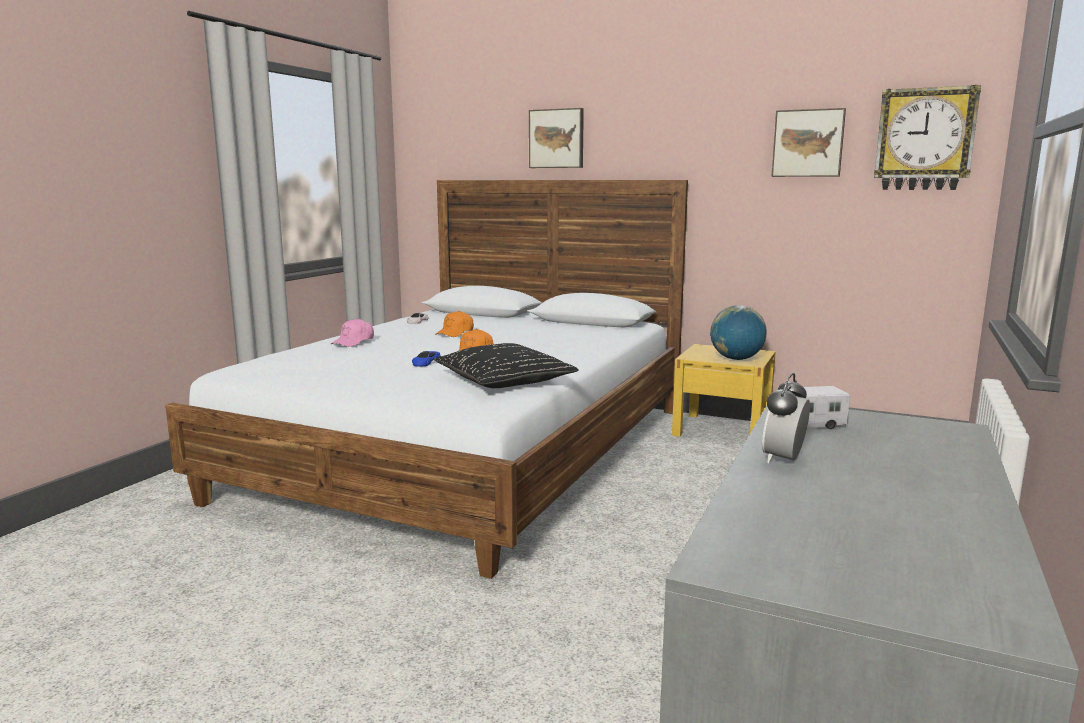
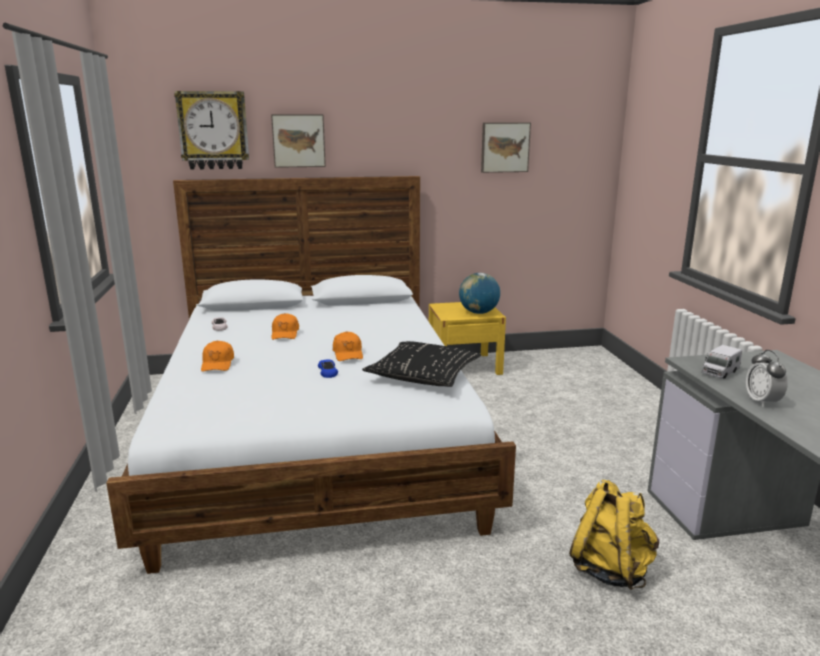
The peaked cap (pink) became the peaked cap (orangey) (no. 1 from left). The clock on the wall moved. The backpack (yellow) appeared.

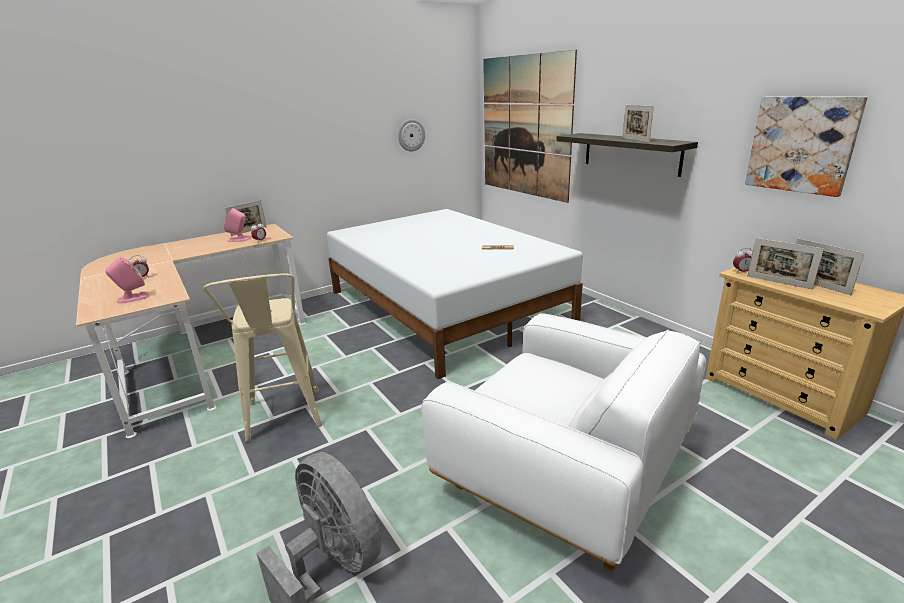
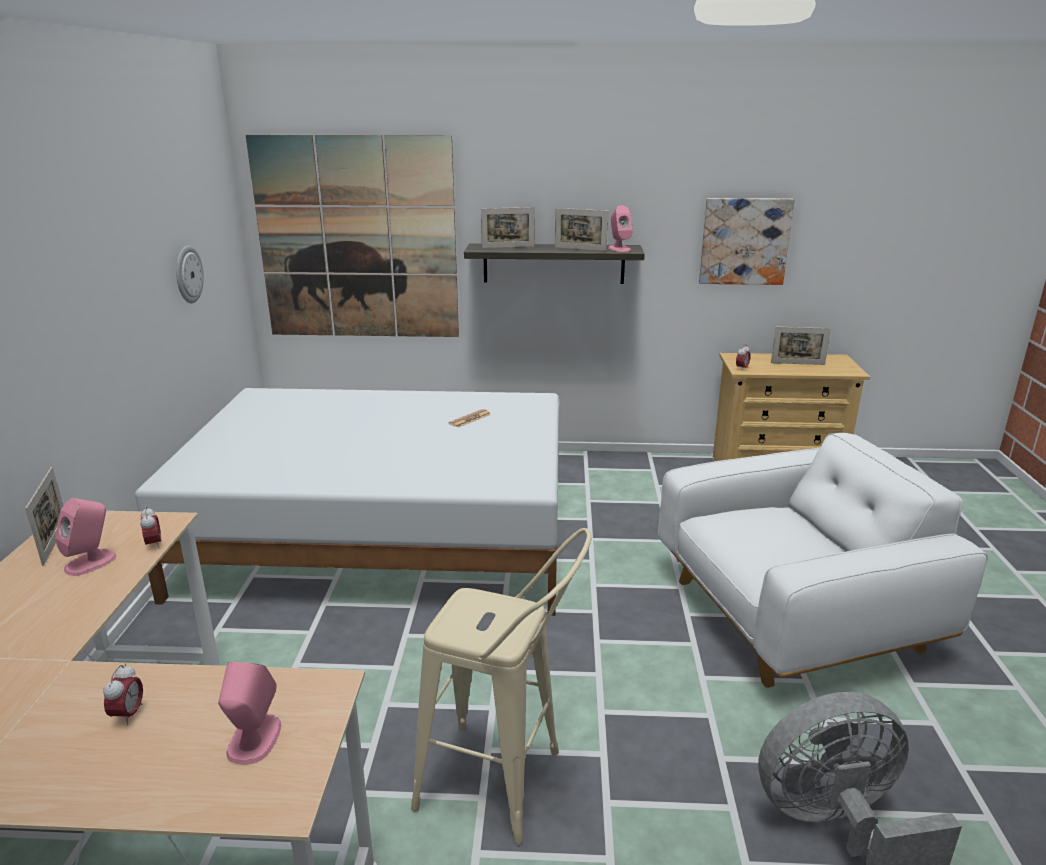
The picture frame (no. 3 from left in the first image) moved. The audio speaker (pink) (no. 3 from left) appeared.

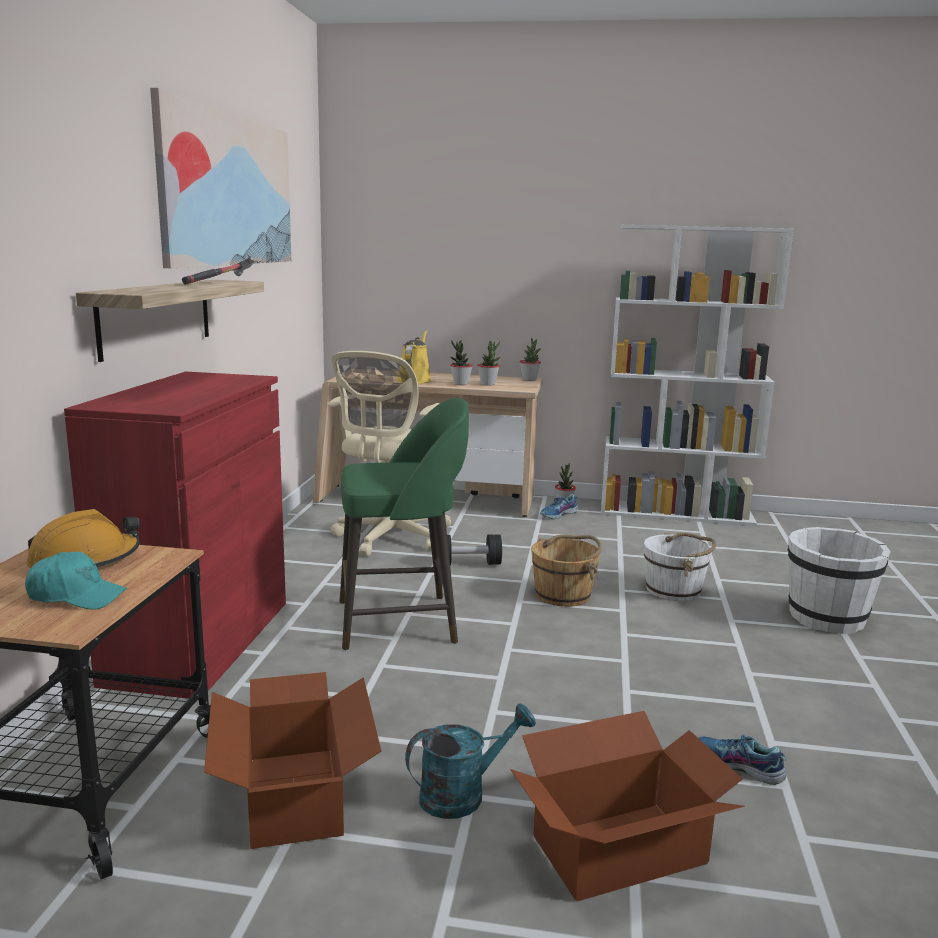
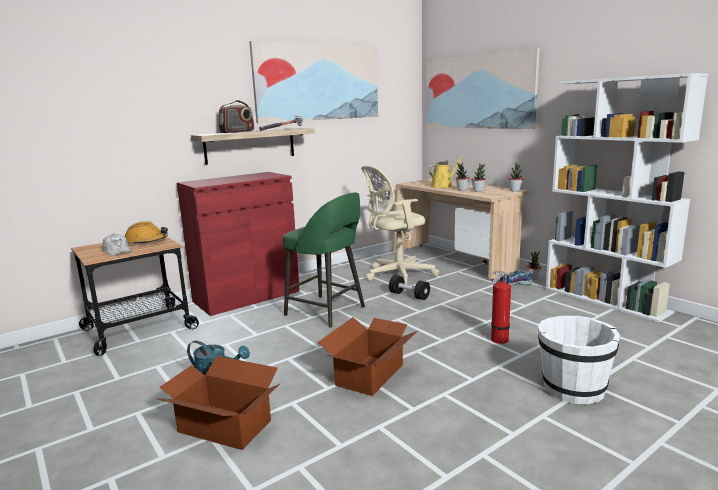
The peaked cap (turquoise-coloured) became the peaked cap (white). The cardboard box (no. 1 from left in the first image) moved. The bucket (brown) disappeared. The bucket (white) (no. 1 from left) was replaced by the fire-fighting cylinder. The low shoe (no. 2 from left) disappeared. The radio receiver appeared. The picture (no. 2 from left) appeared.

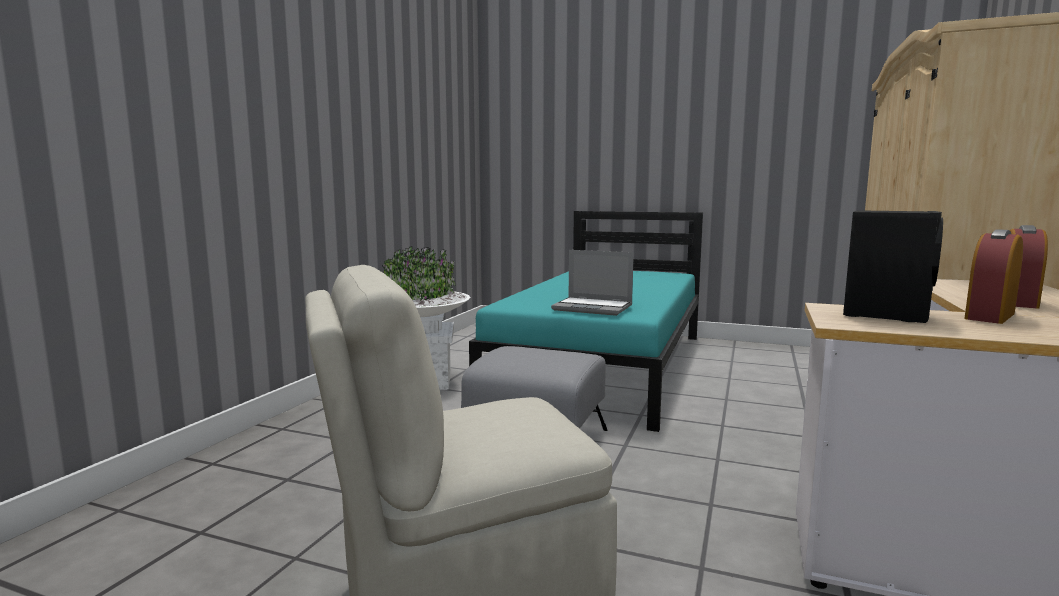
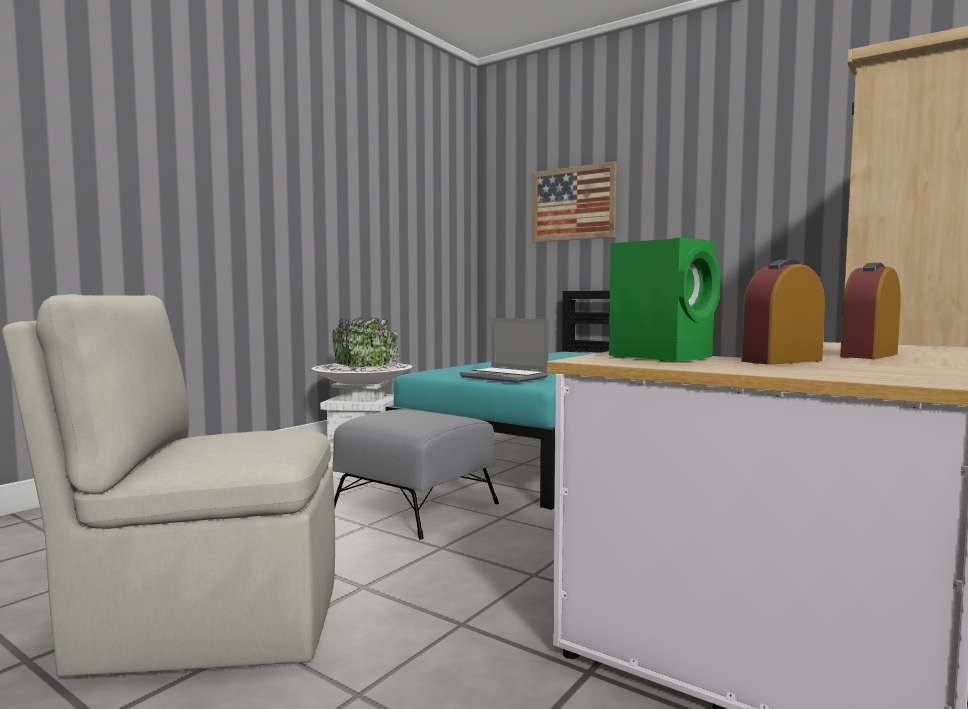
The audio speaker (black-coloured) became the audio speaker (green). The picture appeared.

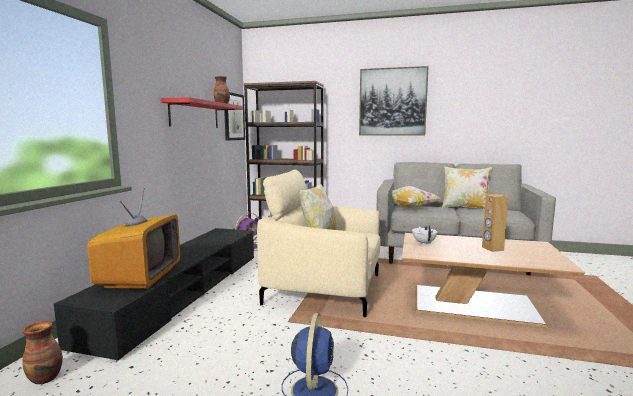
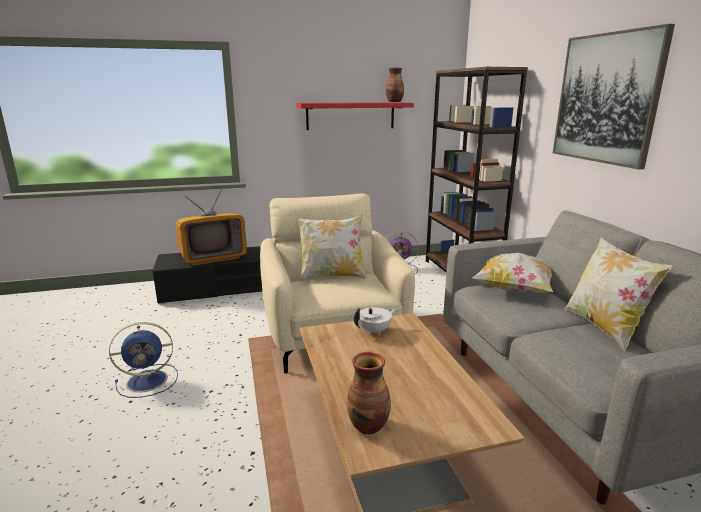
The decorative vase (no. 1 from left) moved. The picture (no. 1 from left) disappeared. The audio speaker (brown) disappeared.

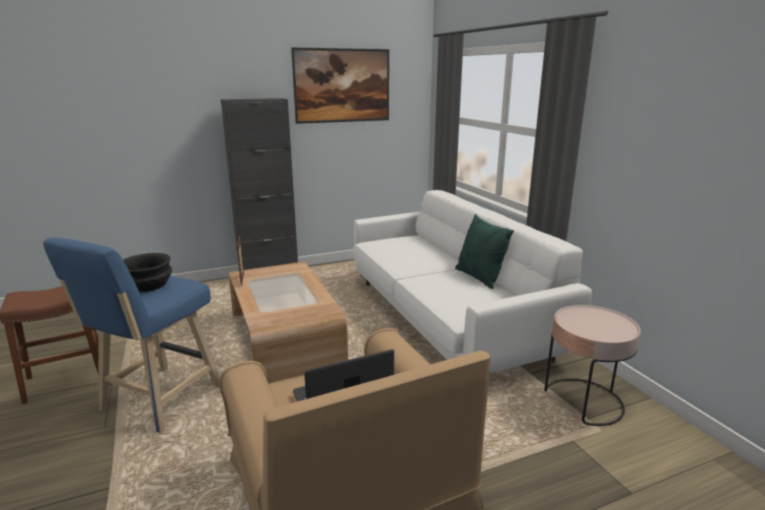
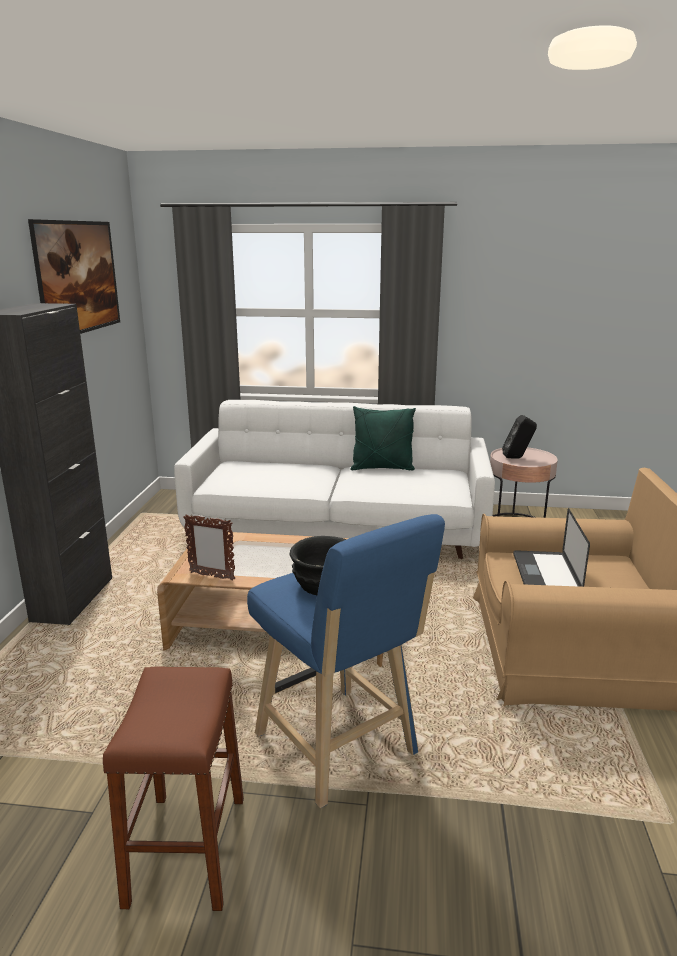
The audio speaker (black-coloured) appeared.

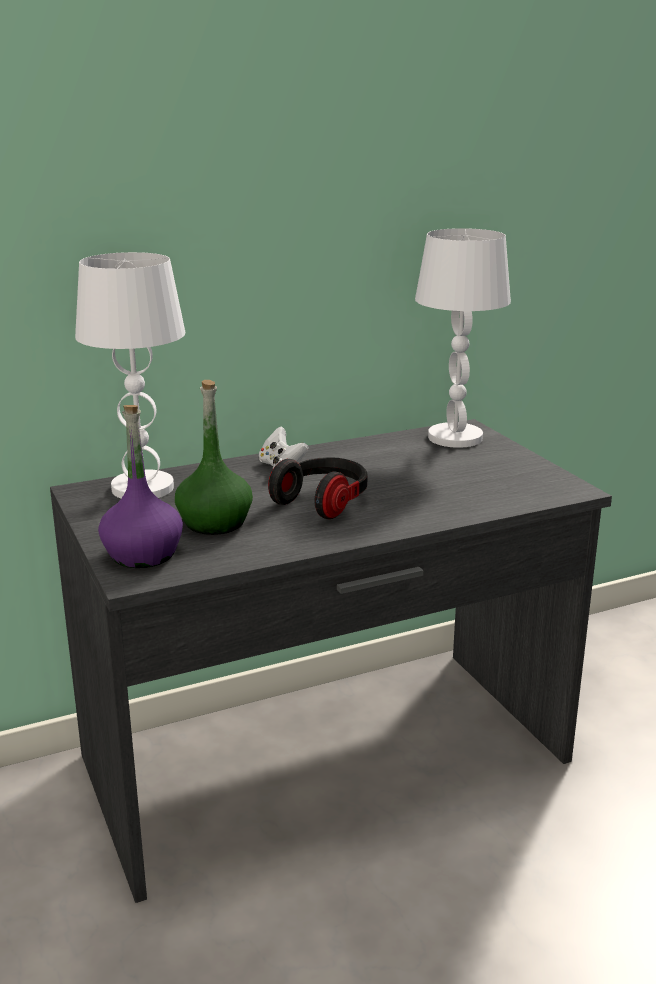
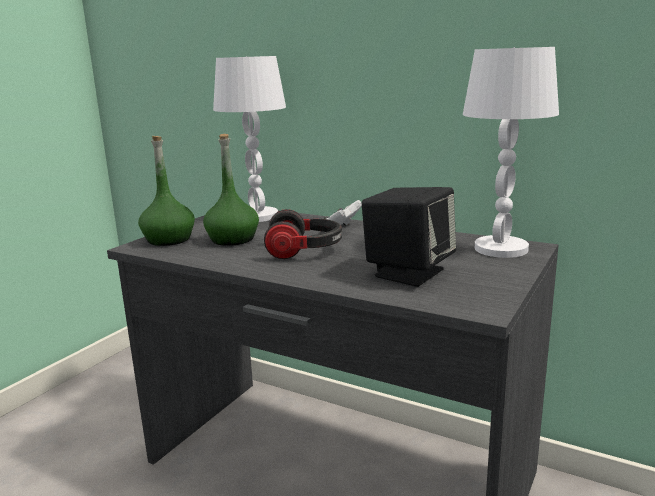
The bottle (purple-coloured) became the bottle (green) (no. 1 from left). The audio speaker (black-coloured) appeared.

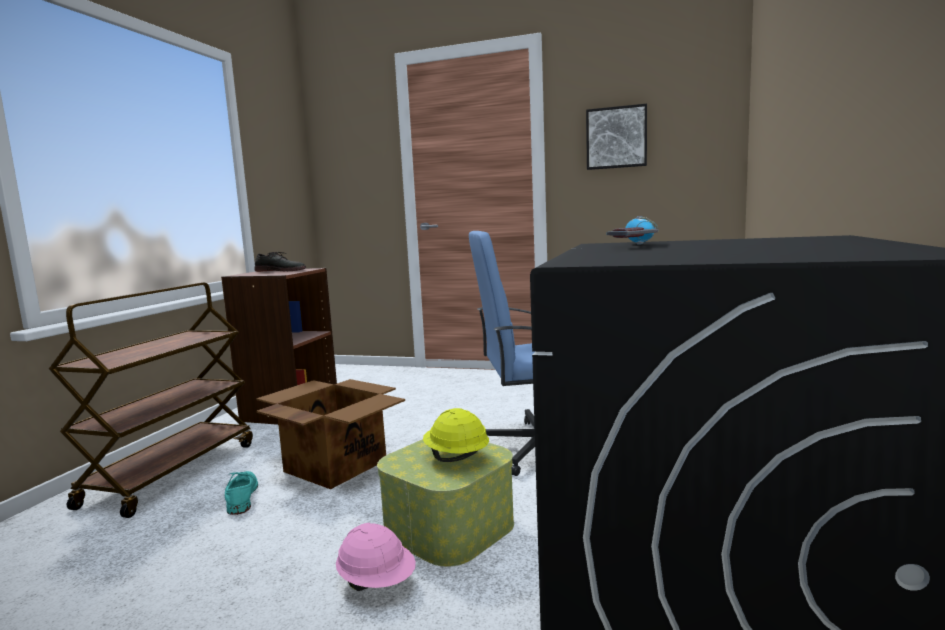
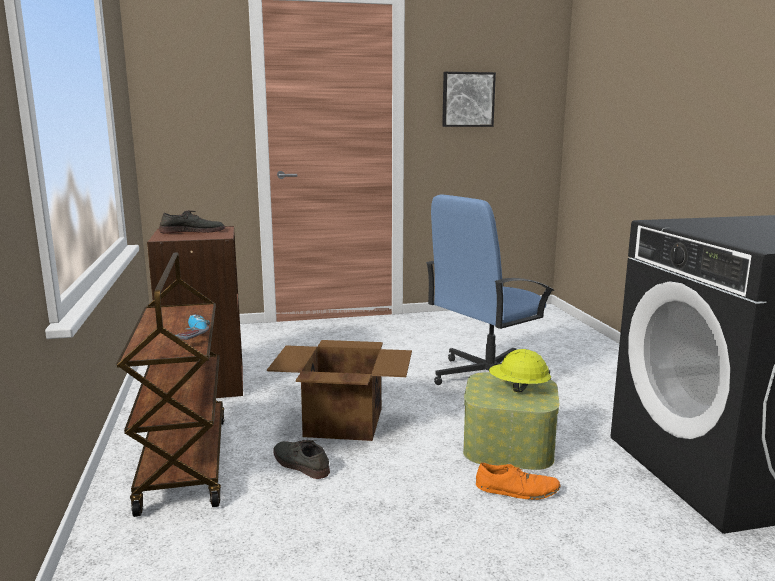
The low shoe (turquoise-coloured) became the low shoe (grey) (no. 2 from left). The safety helmet (pink) was replaced by the low shoe (orangey). The drill moved.

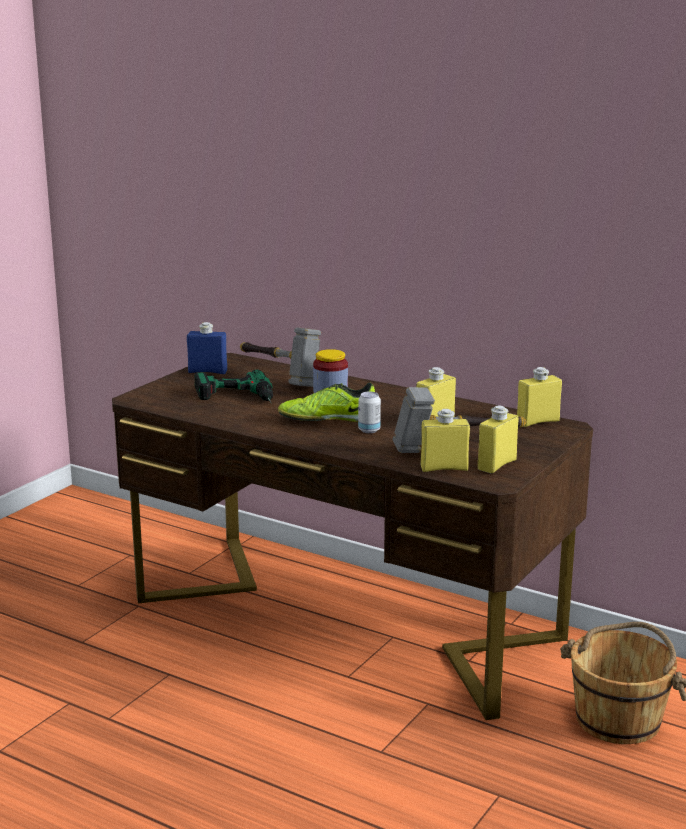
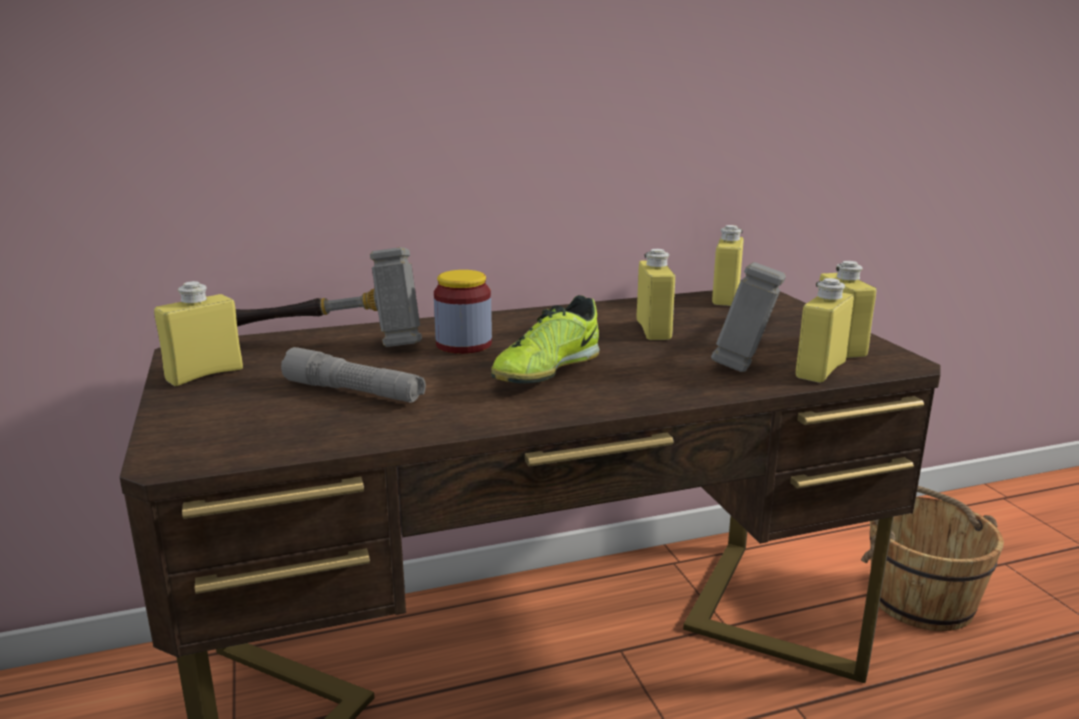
The bottle (blue-coloured) became the bottle (yellow) (no. 1 from left). The drill was replaced by the hand torch (grey). The metal can disappeared.

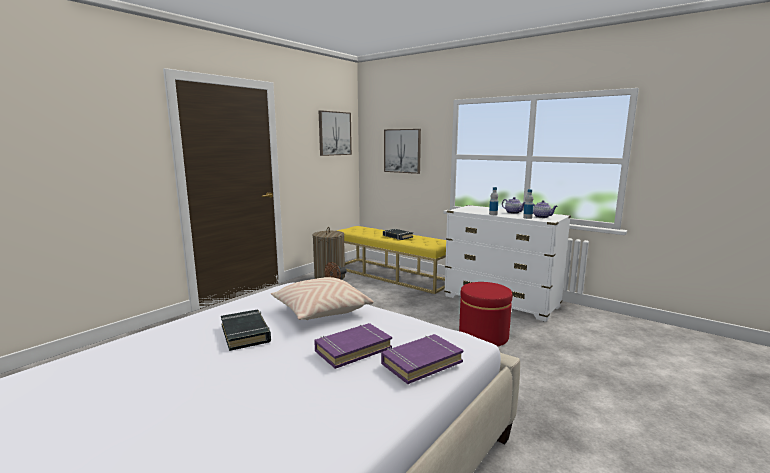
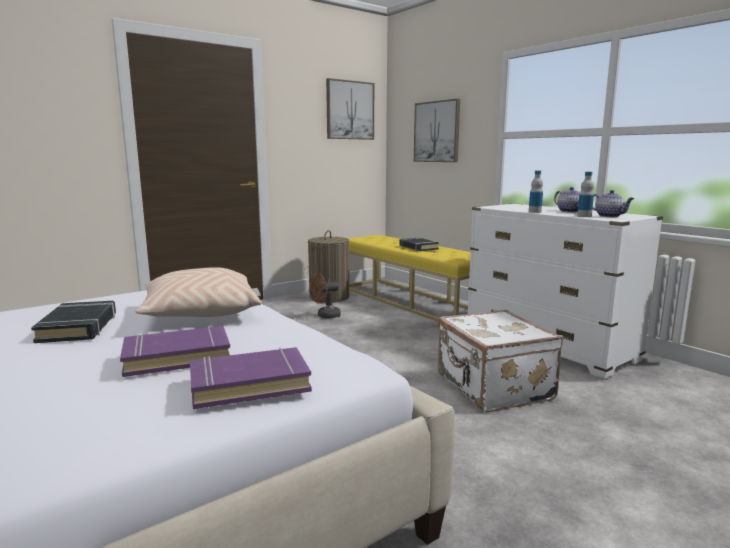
The footrest (red) was replaced by the piece of luggage (white).

